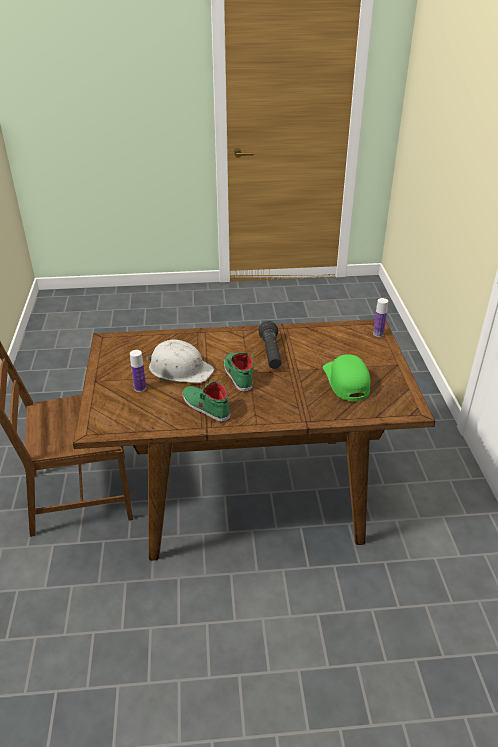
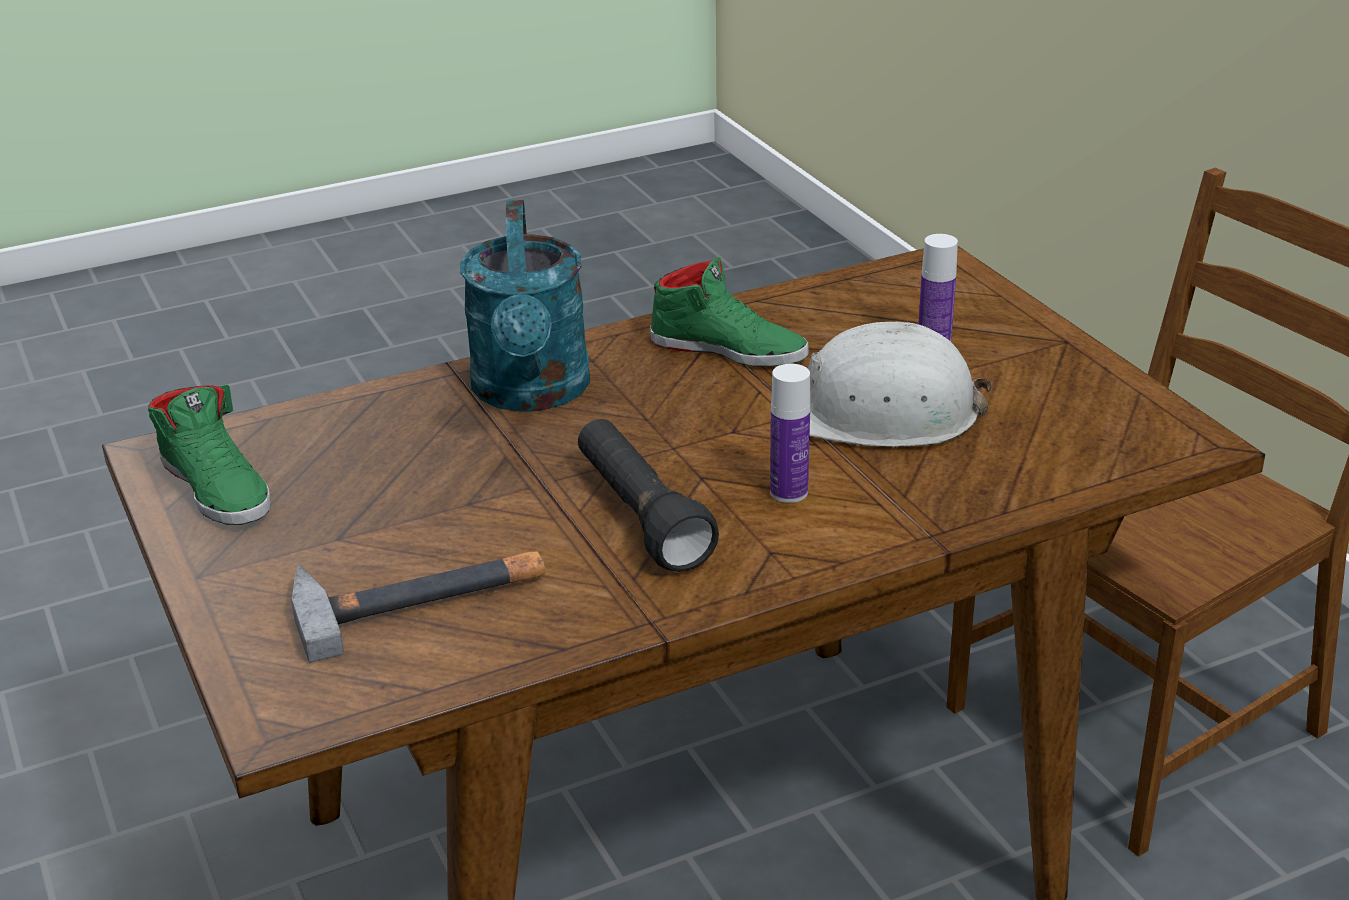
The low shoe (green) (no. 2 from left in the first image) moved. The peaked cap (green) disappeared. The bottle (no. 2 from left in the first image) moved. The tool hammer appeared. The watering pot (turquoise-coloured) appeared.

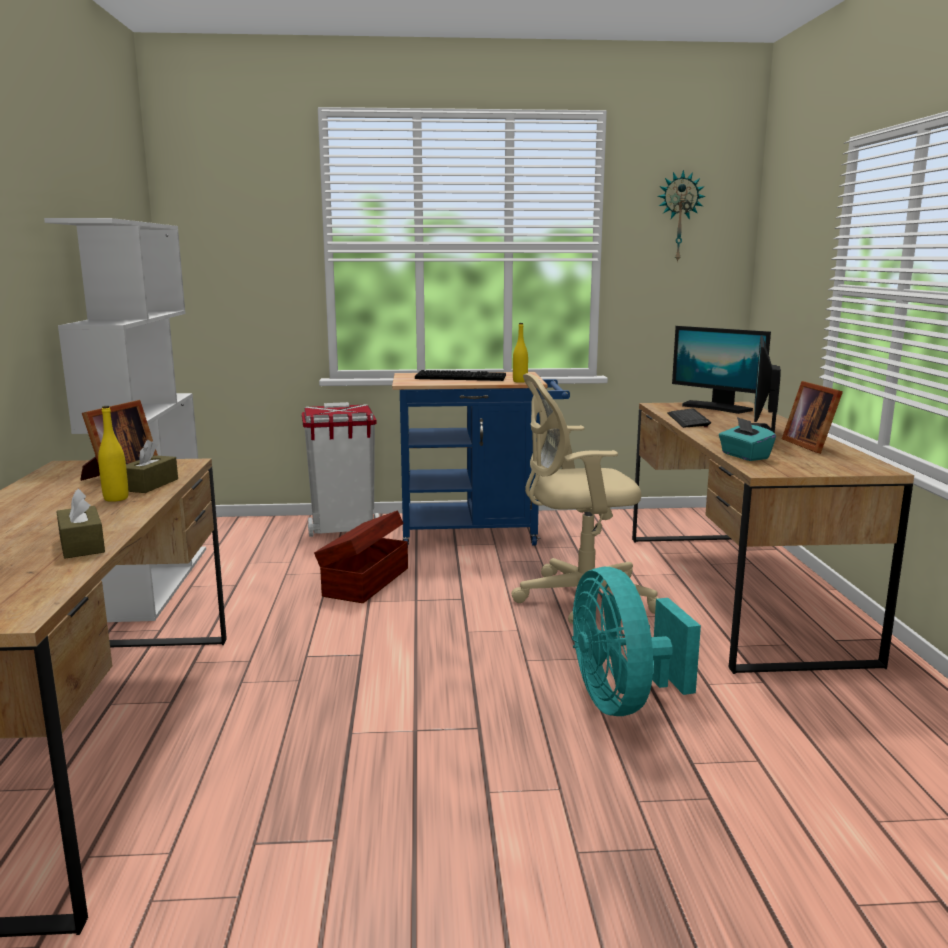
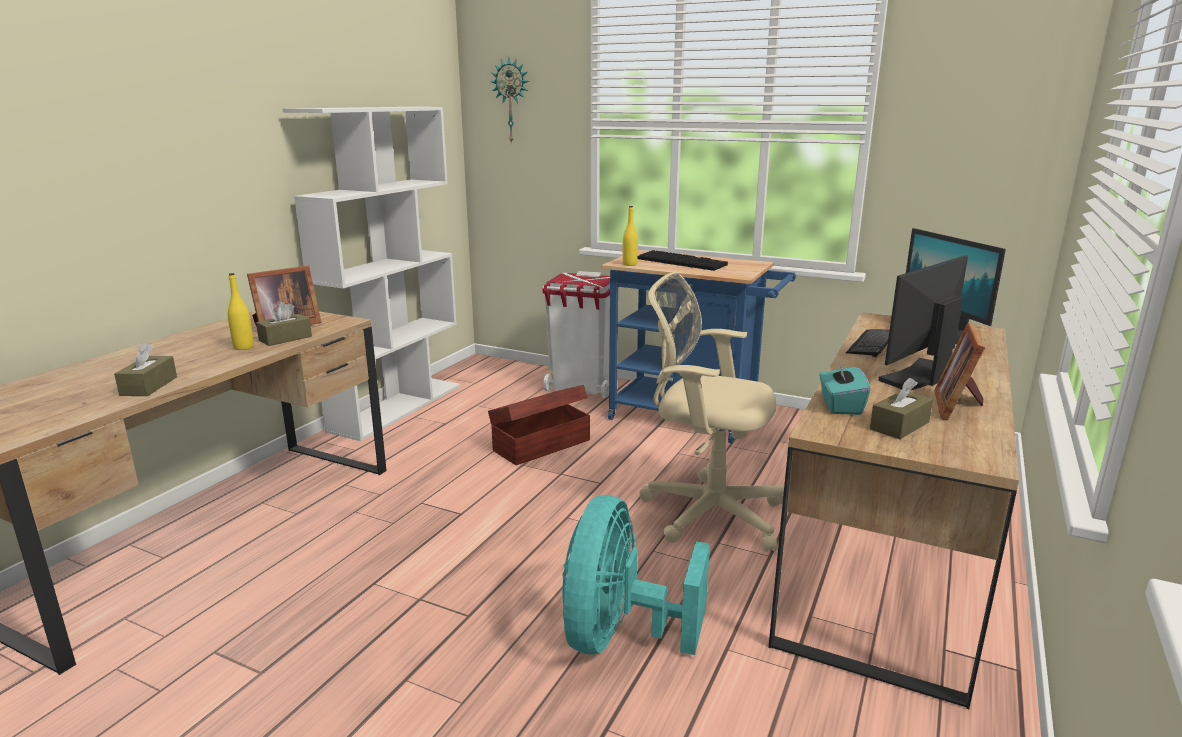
The bottle (yellow) (no. 2 from left) moved. The clock on the wall moved. The tissue box (brown) (no. 3 from left) appeared.

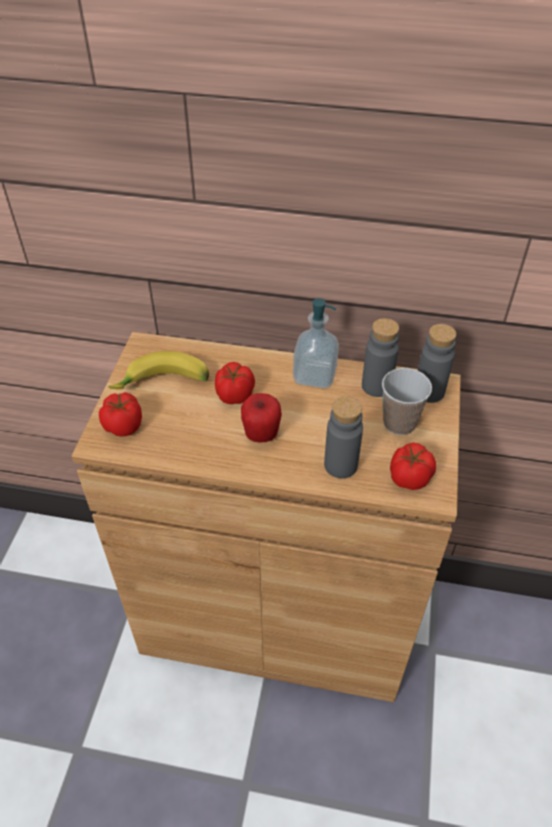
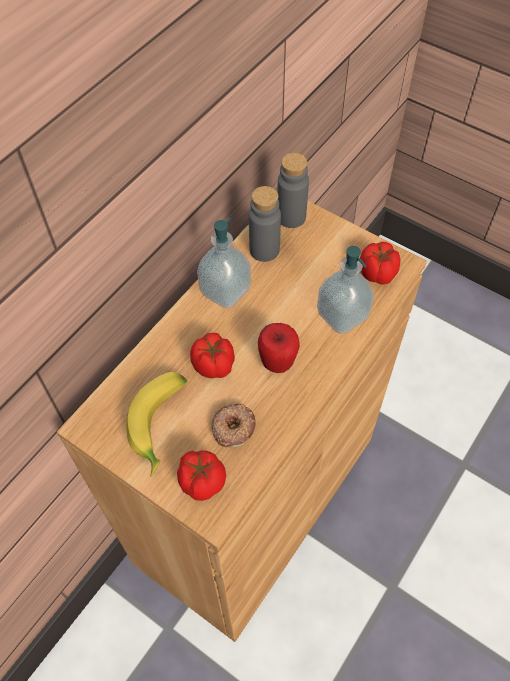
The bottle (grey) (no. 1 from left) was replaced by the soap bottle (no. 2 from left). The cup disappeared. The doughnut appeared.

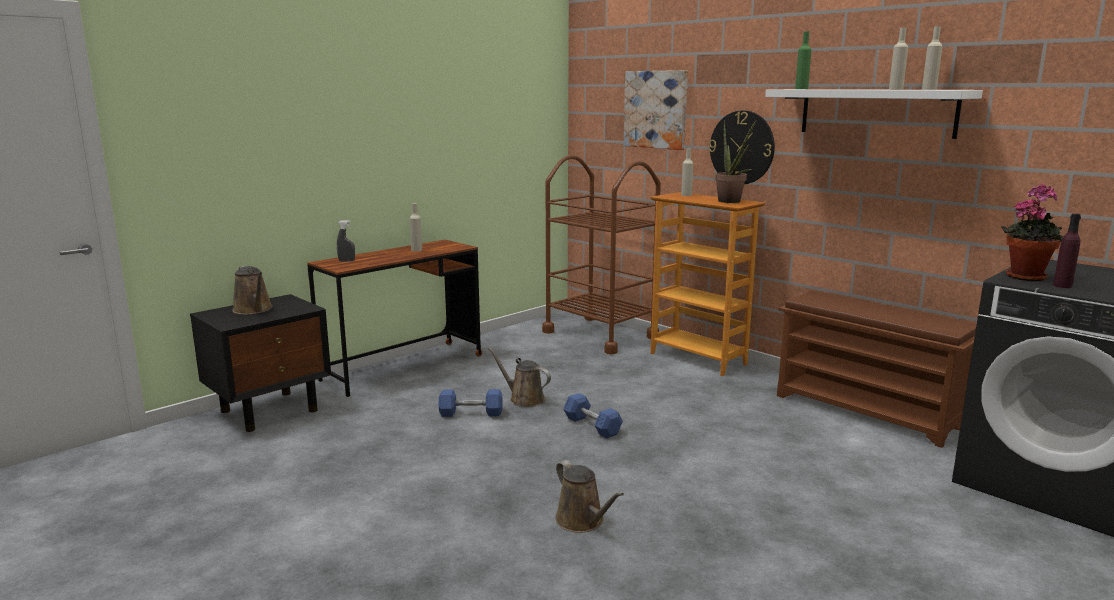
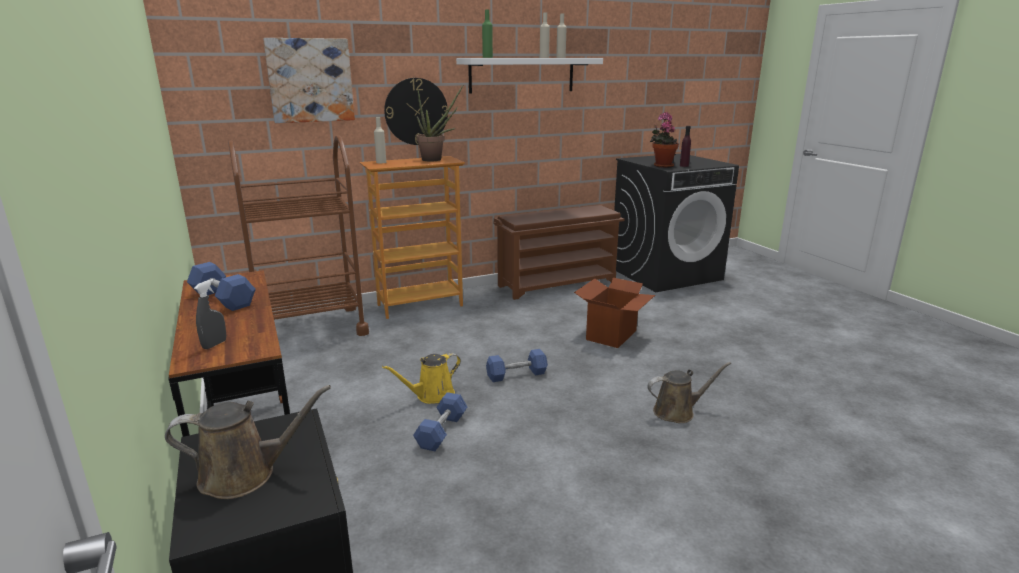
The bottle (beige-coloured) (no. 1 from left) was replaced by the free weight (blue-coloured) (no. 1 from left). The watering pot (brown) (no. 2 from left) became the watering pot (yellow). The cardboard box appeared.

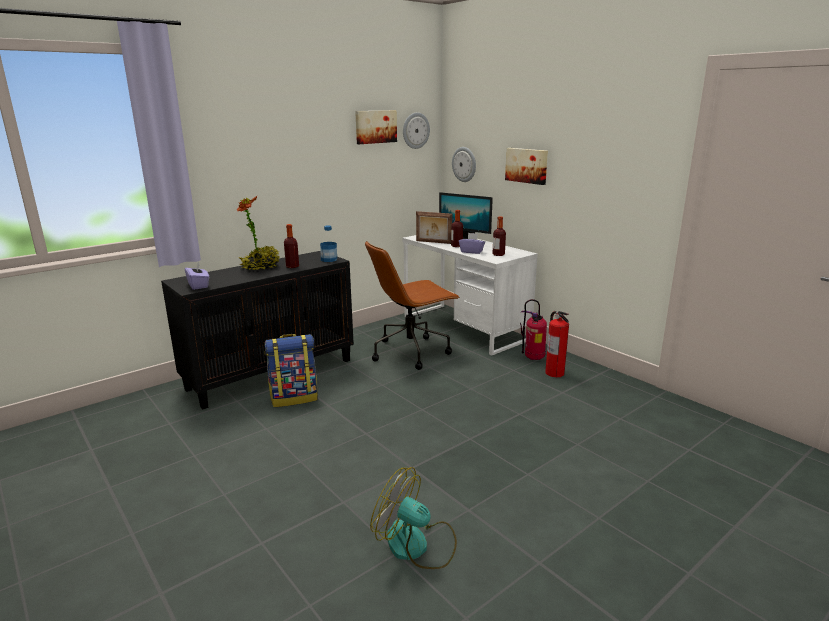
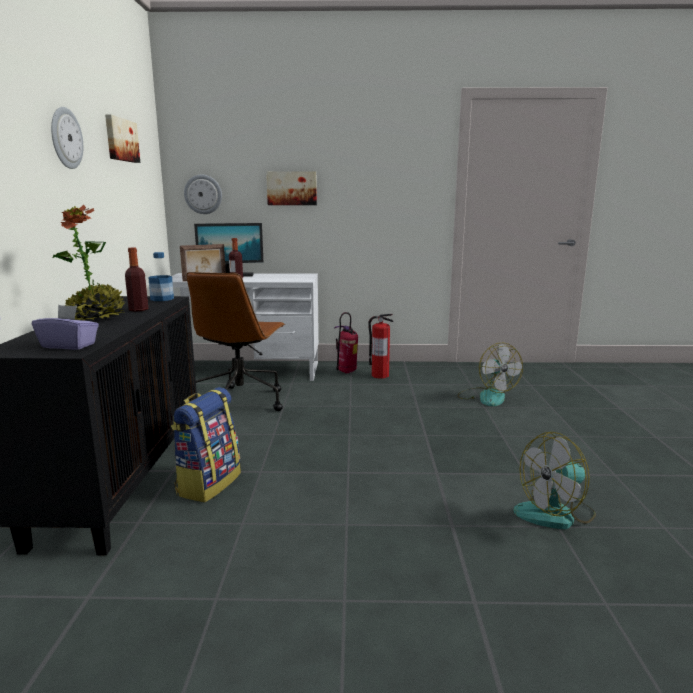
The clock on the wall (no. 1 from left) moved. The tissue box (purple-coloured) (no. 2 from left) disappeared. The bottle (no. 4 from left) disappeared. The cooling fan (no. 1 from left) appeared.

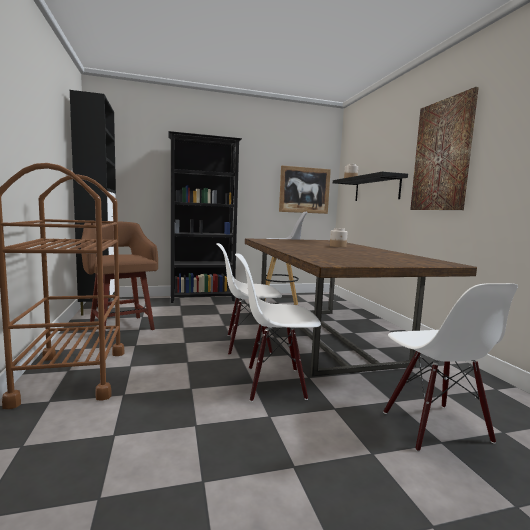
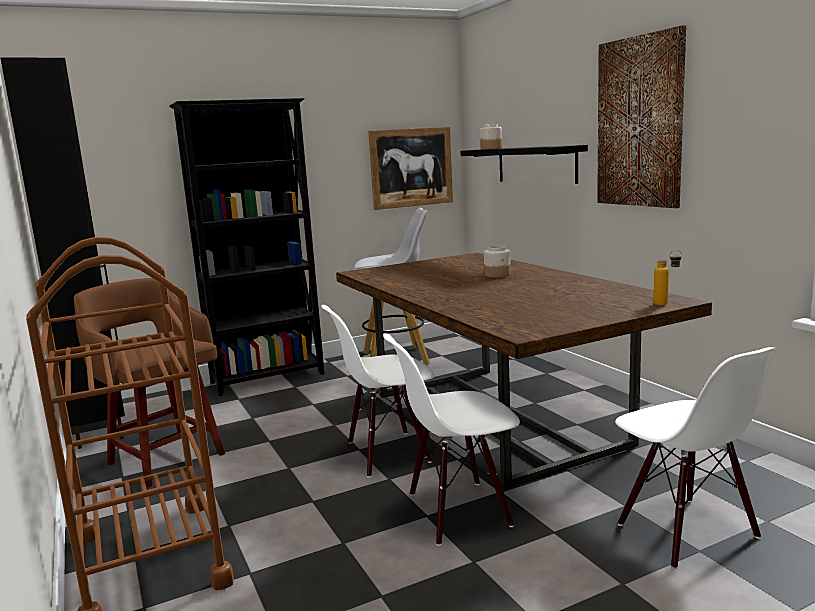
The bottle appeared.

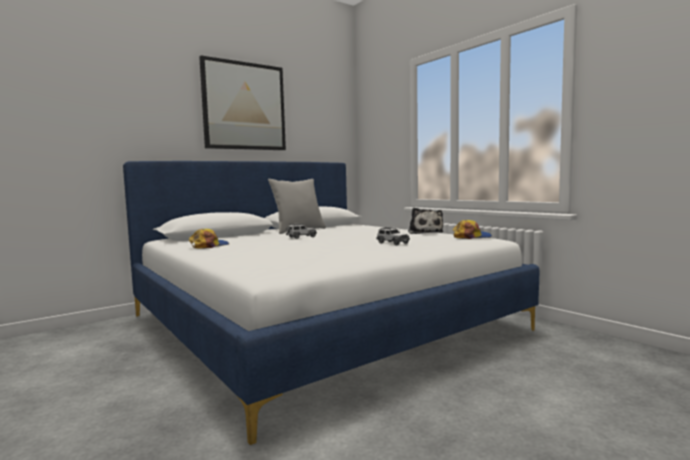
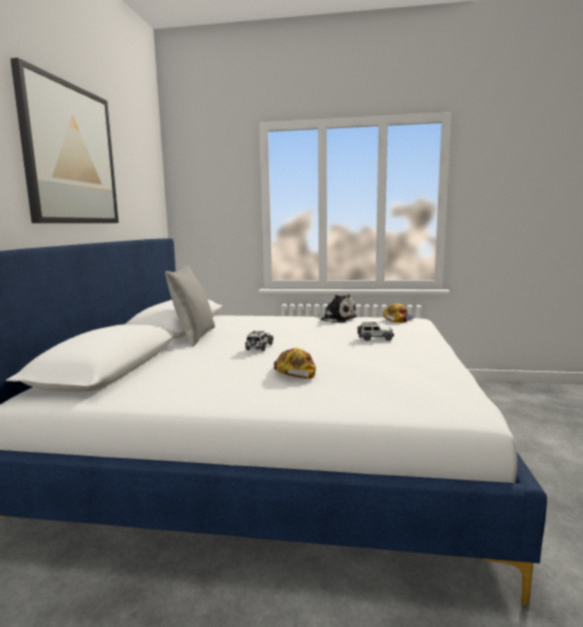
The peaked cap (no. 1 from left) moved.

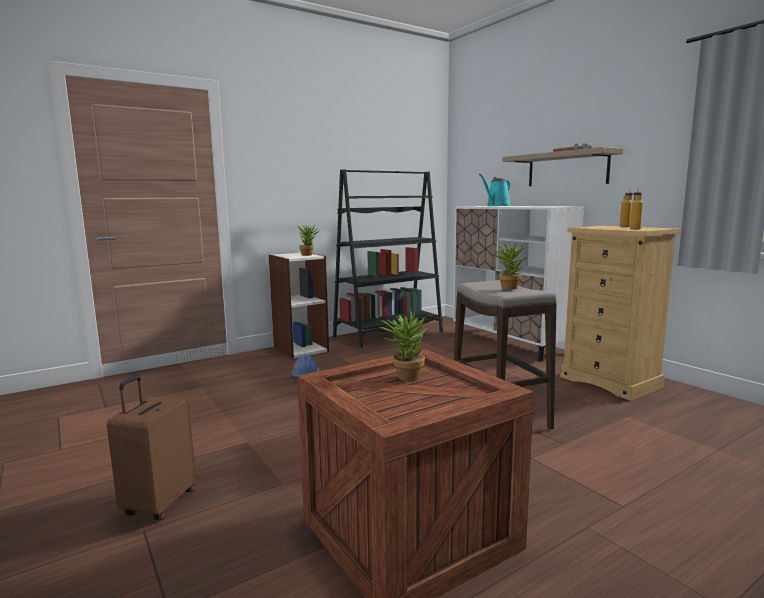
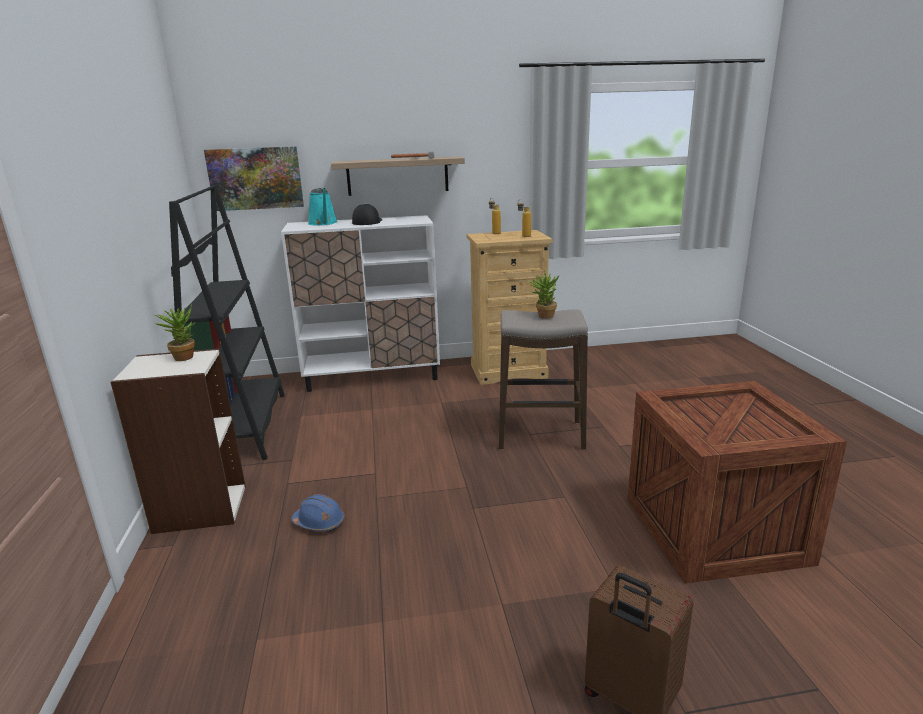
The plant in a pot (no. 2 from left) disappeared. The picture appeared. The peaked cap appeared.

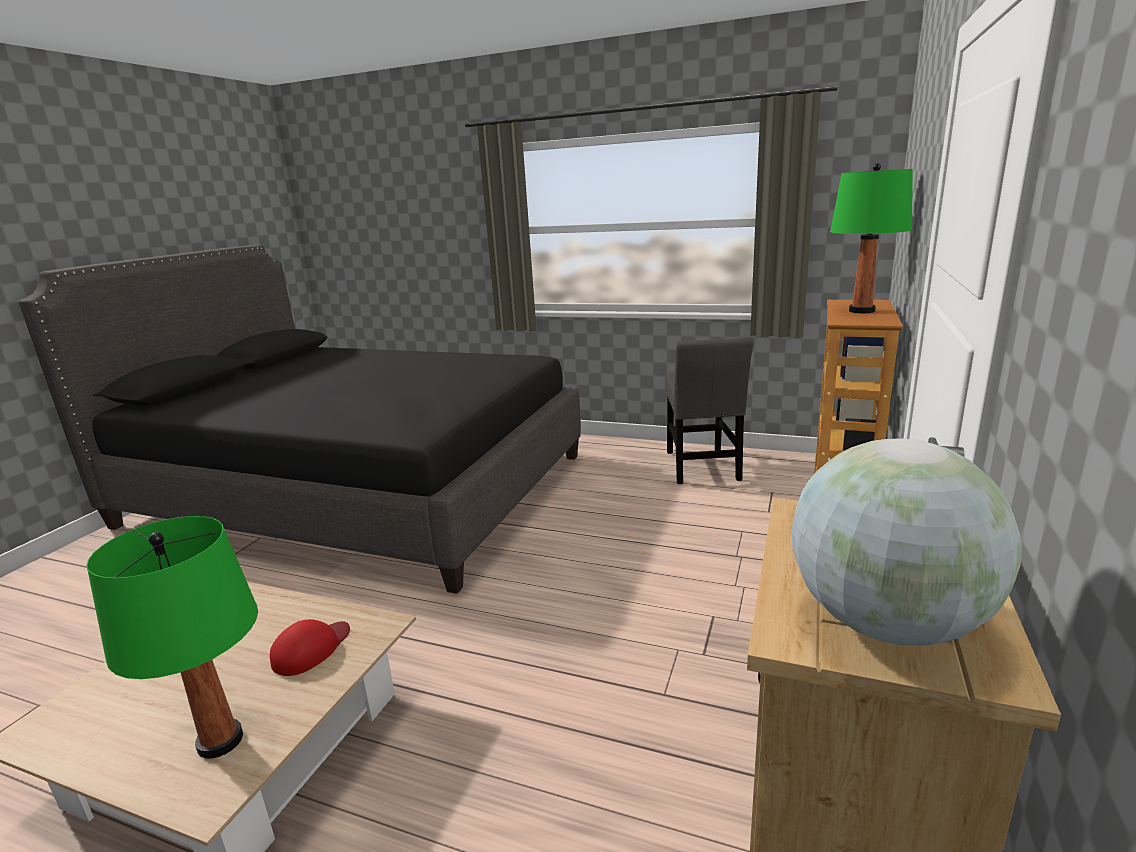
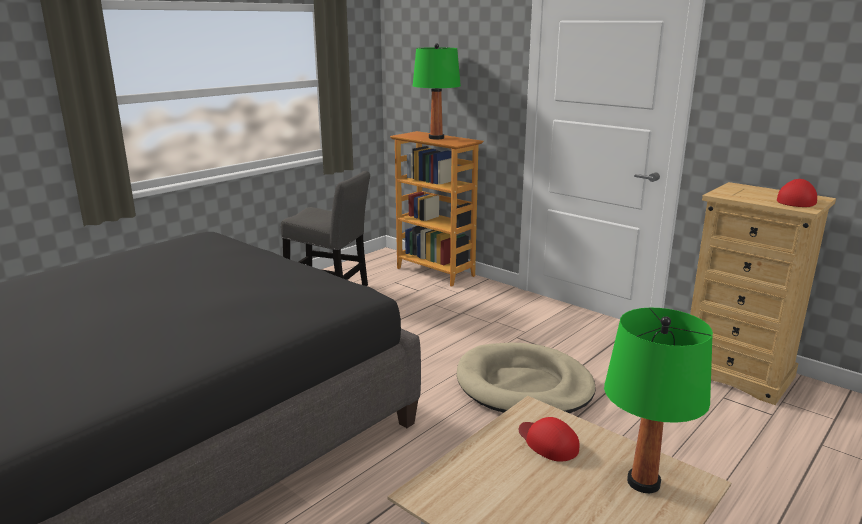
The desk globe was replaced by the peaked cap (red) (no. 2 from left). The pet bed (beige-coloured) appeared.

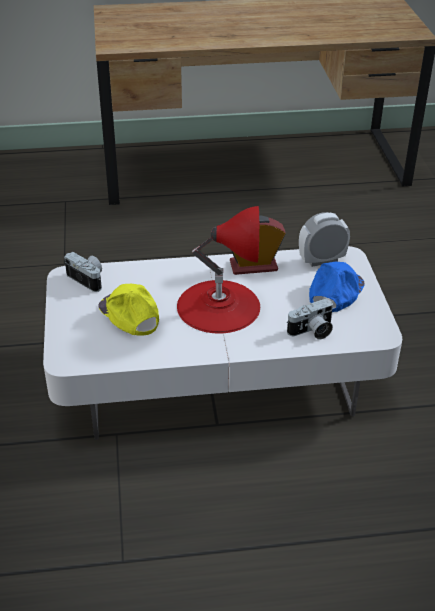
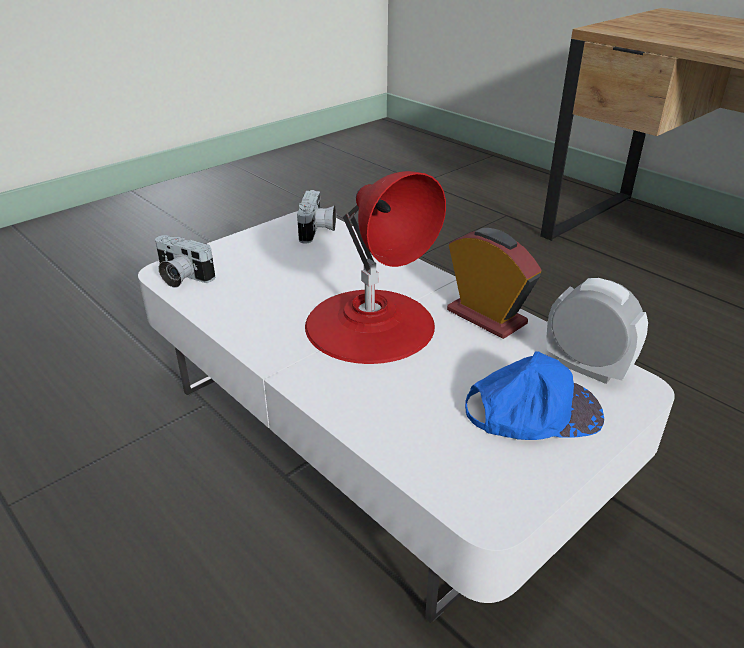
The peaked cap (yellow) disappeared. The still camera (no. 2 from left in the first image) moved.

